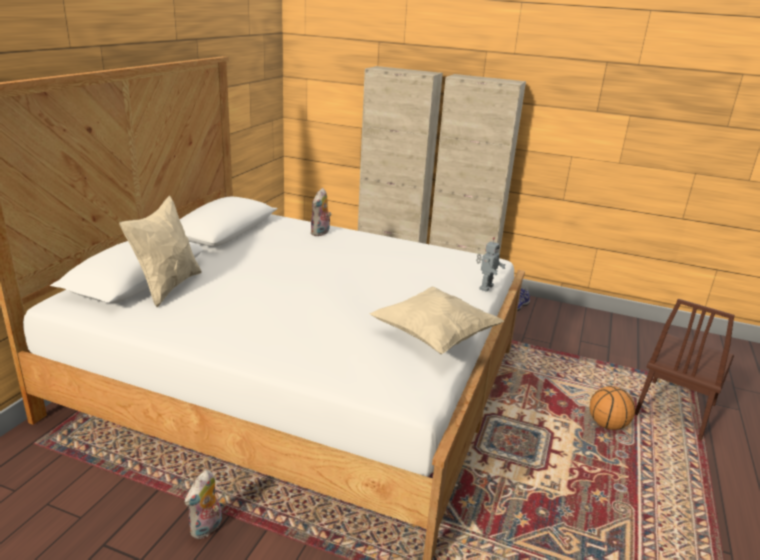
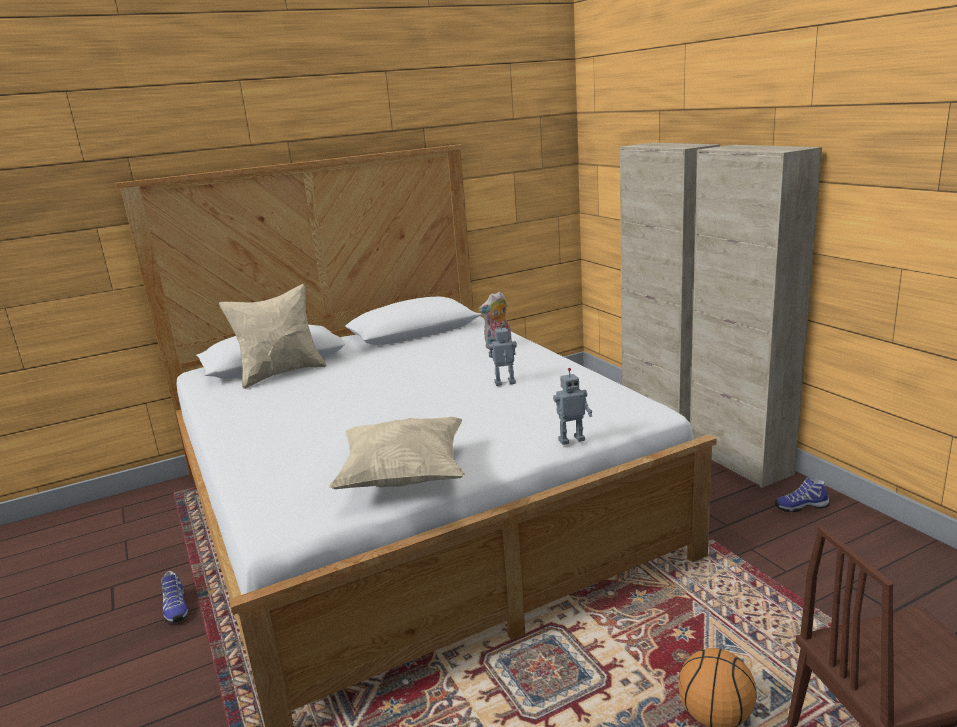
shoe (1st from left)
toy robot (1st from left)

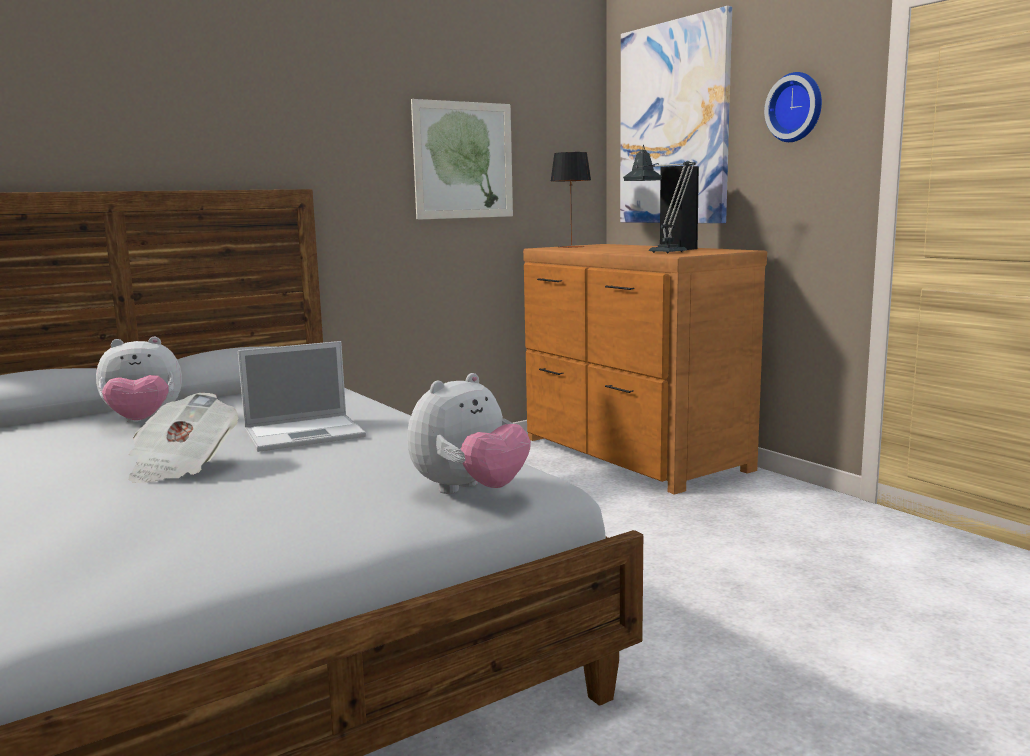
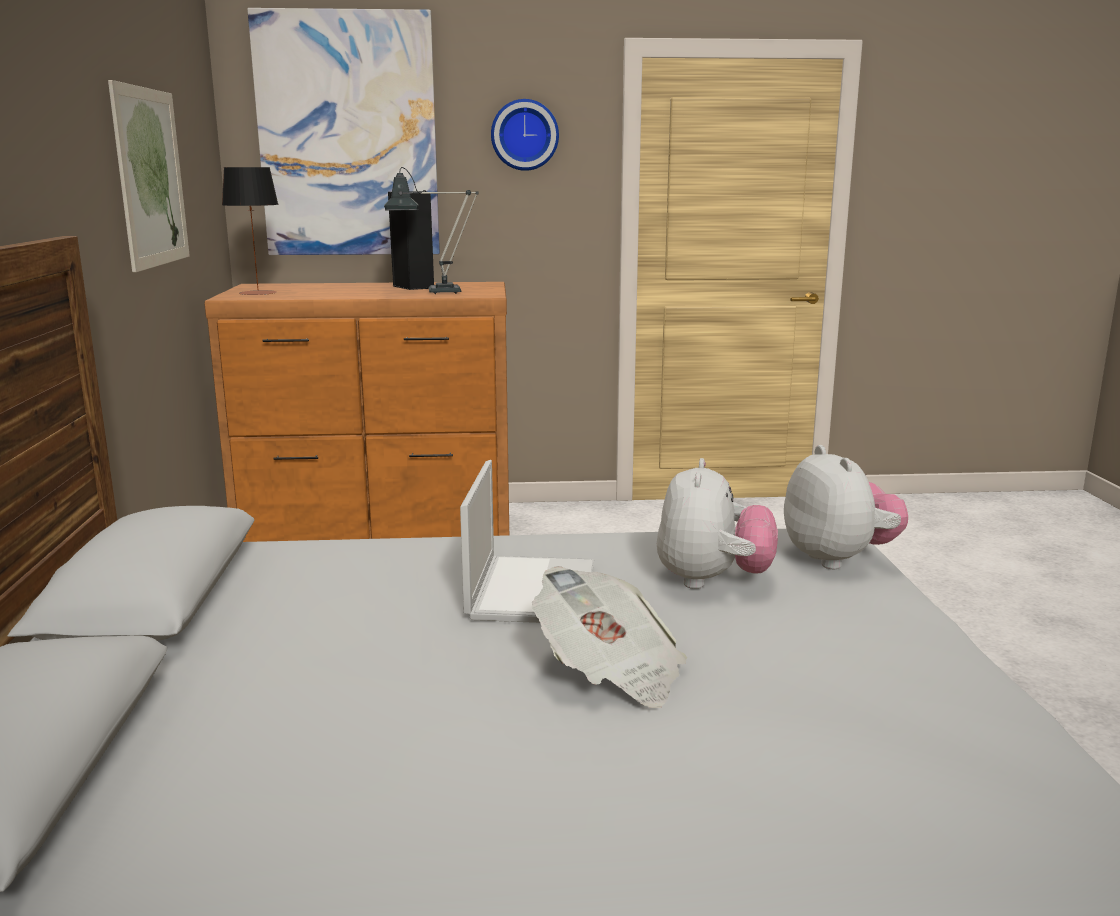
plush toy (1st from left)

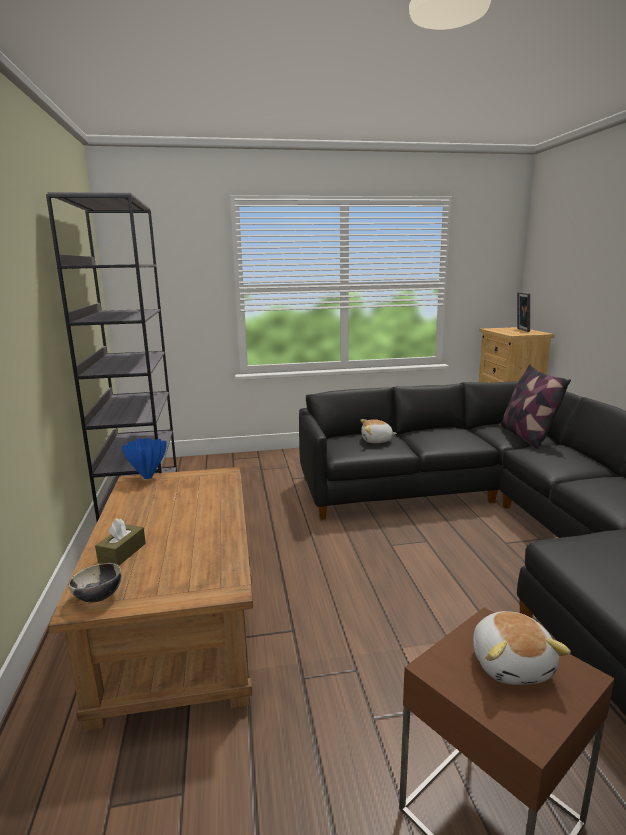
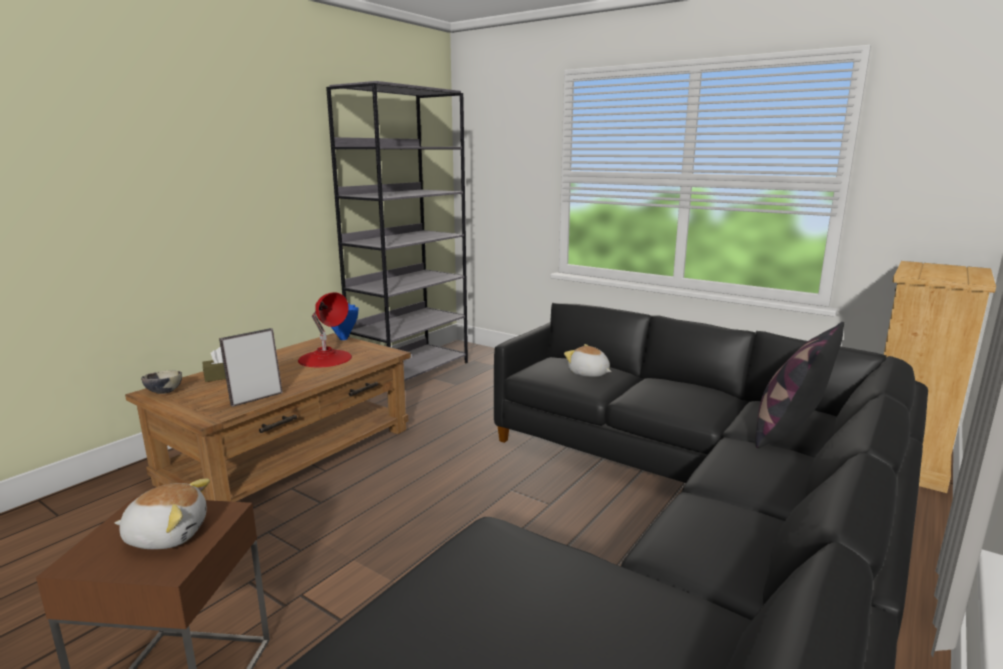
plush toy (1st from left)
picture frame
table lamp (red)

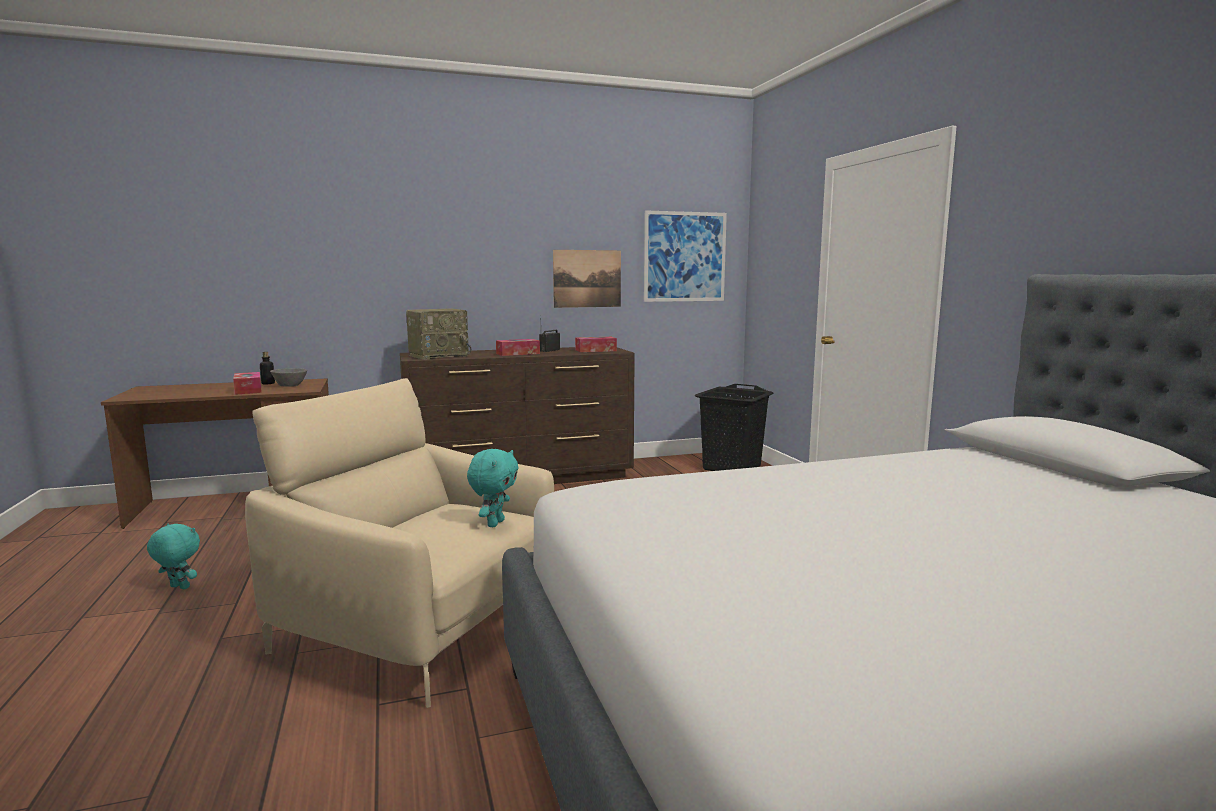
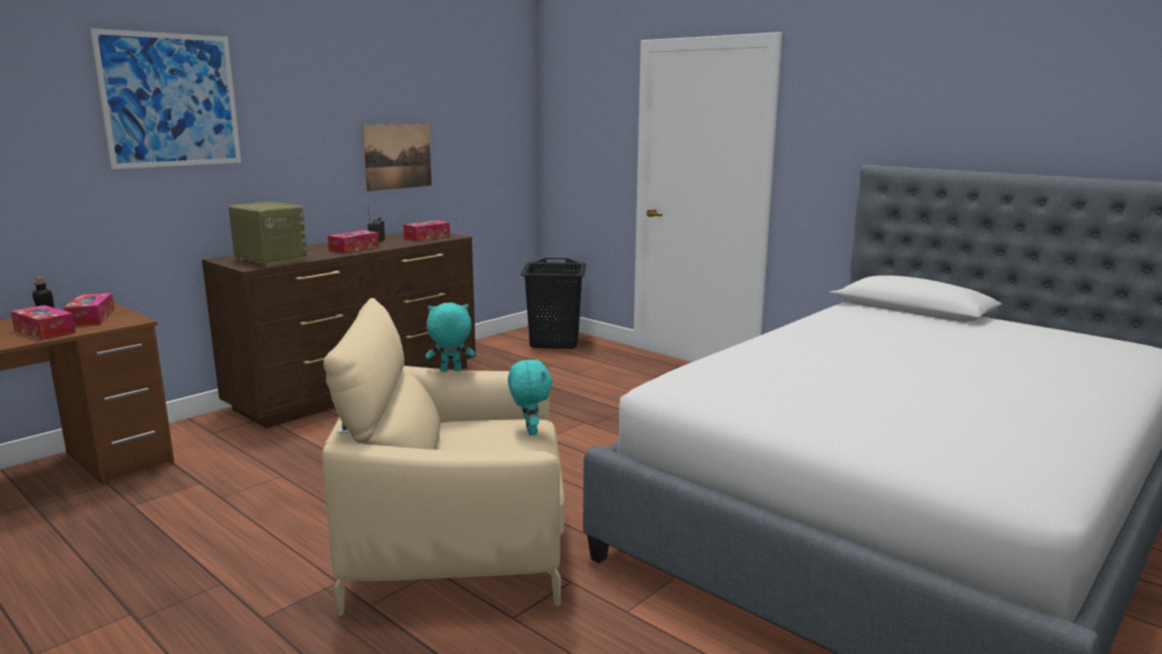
plush toy (turquoise) (1st from left)
tissue box (2nd from left)
radio (1st from left)
picture (1st from left)

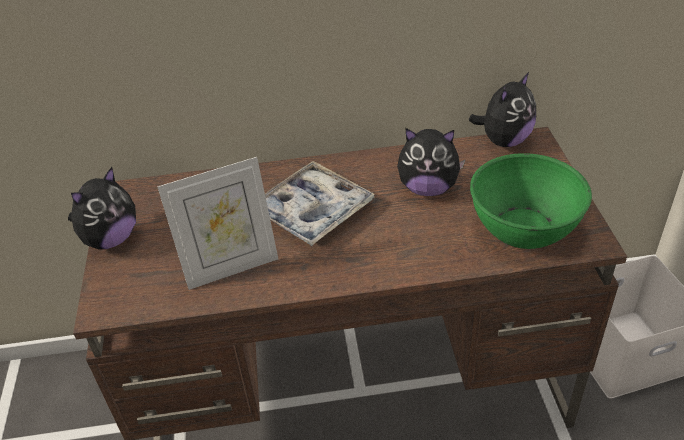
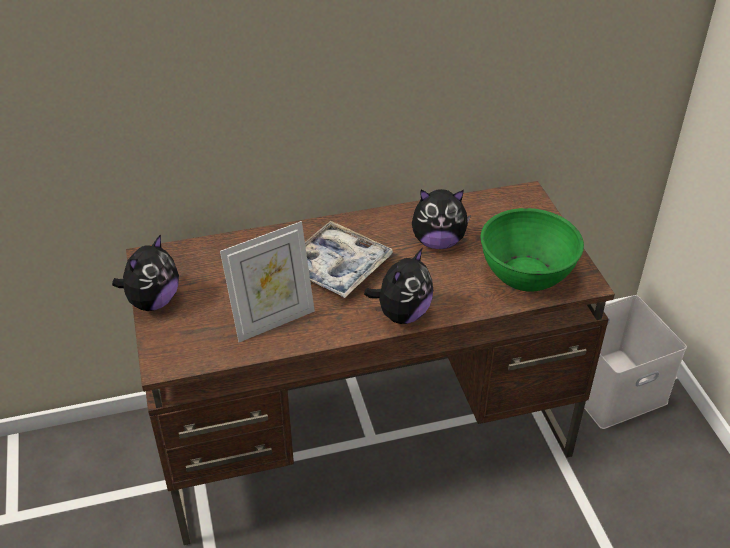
plush toy (2nd from left)

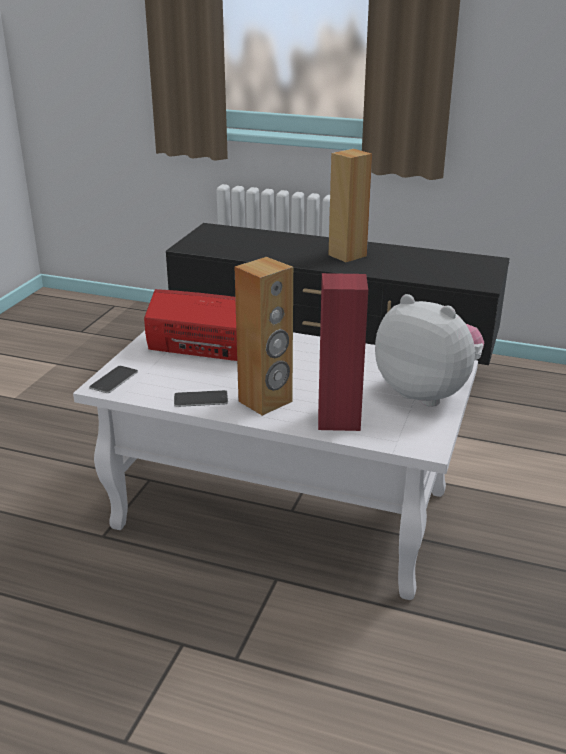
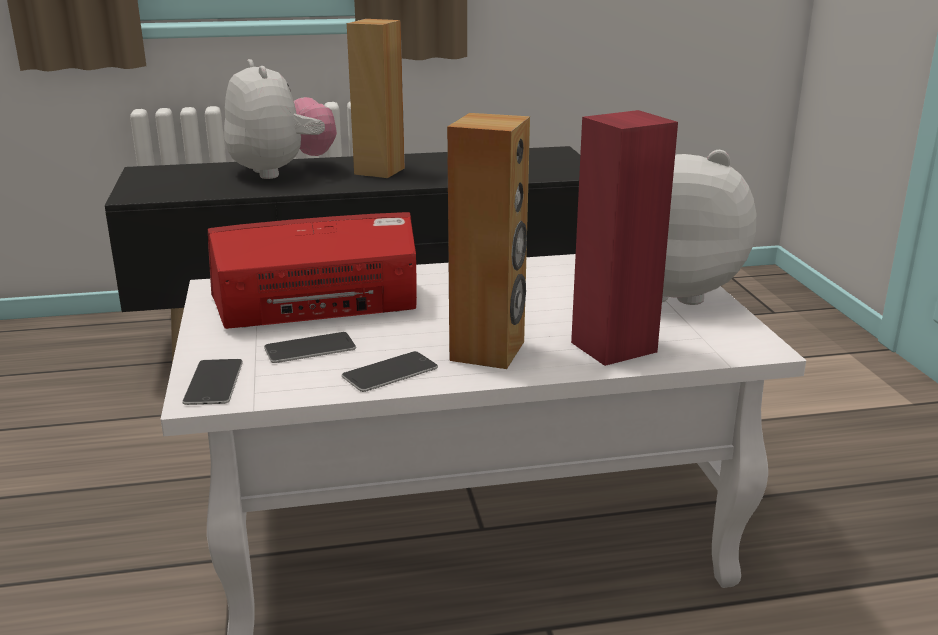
plush toy (1st from left)
phone (2nd from left)

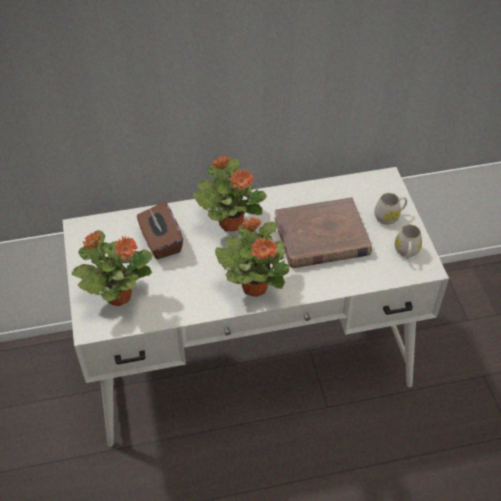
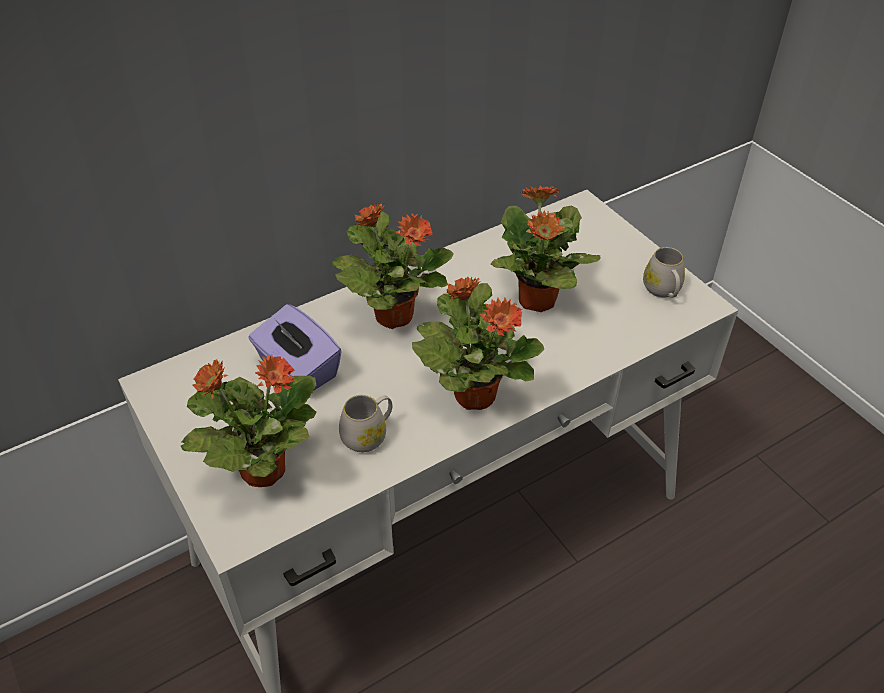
tissue box (purple)
potted plant (4th from left)
mug (white) (1st from left)

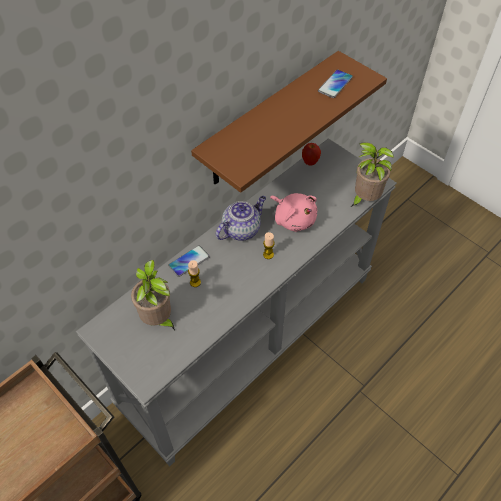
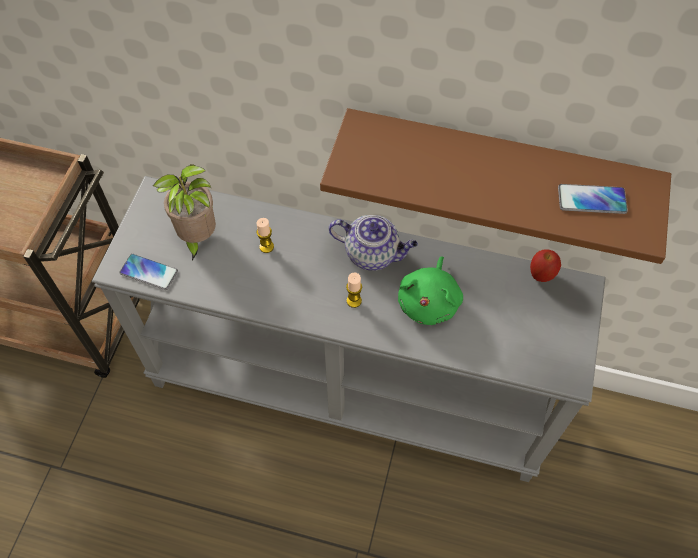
phone (1st from left)
plush toy (green)
potted plant (2nd from left in the first image)

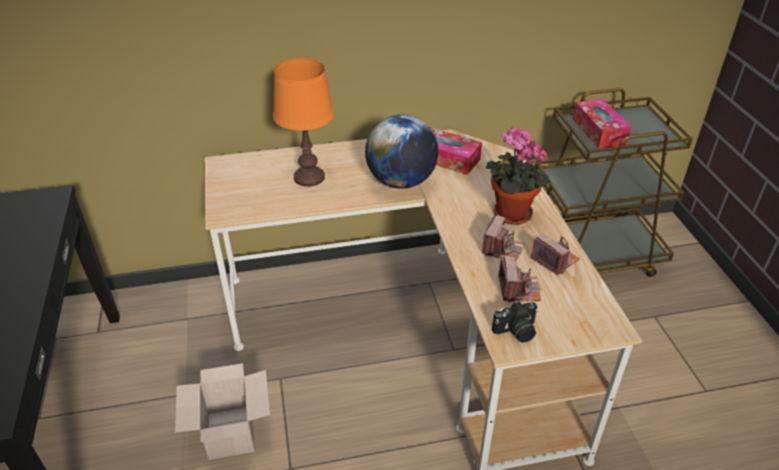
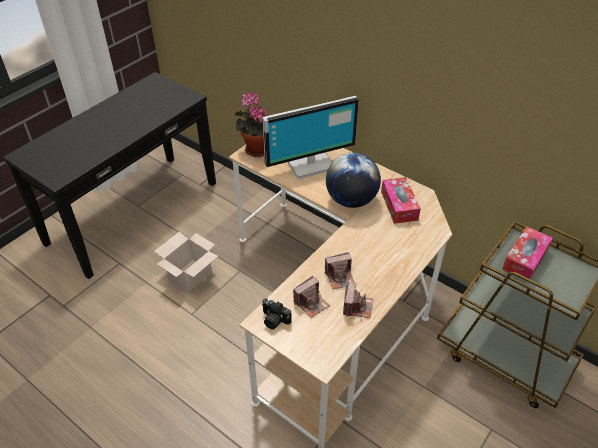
monitor
potted plant

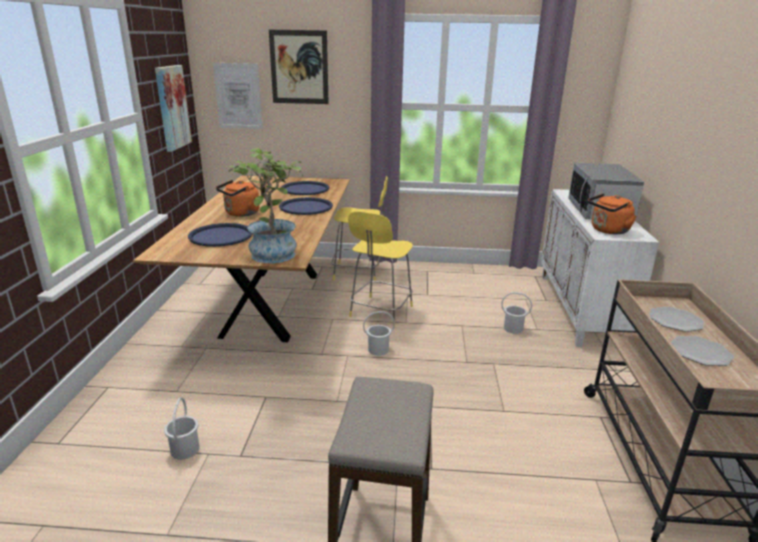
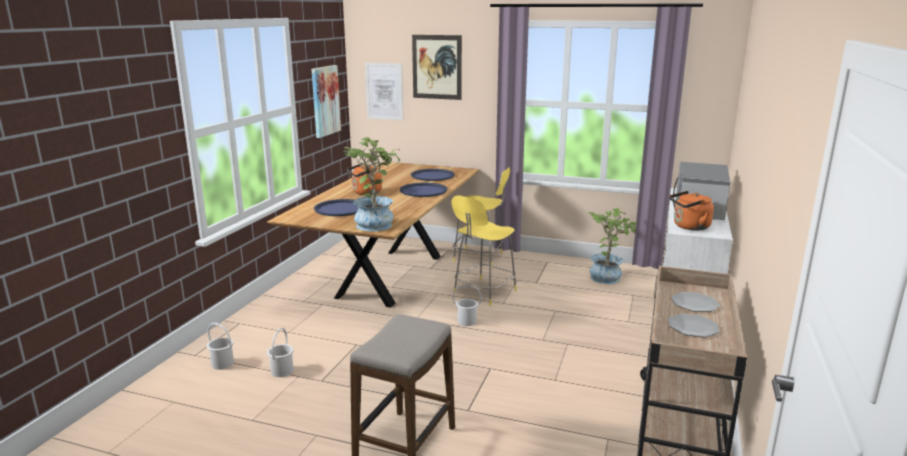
bucket (white) (1st from left)
potted plant (2nd from left)

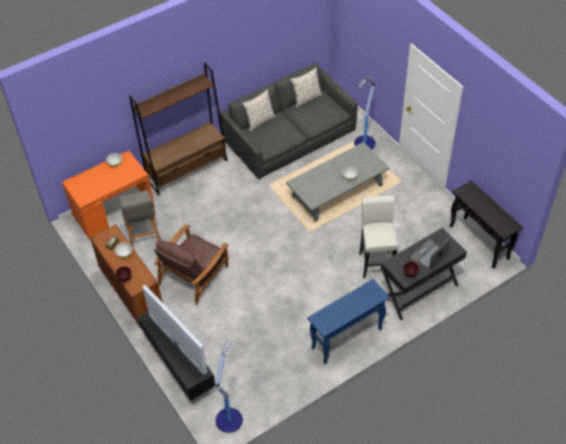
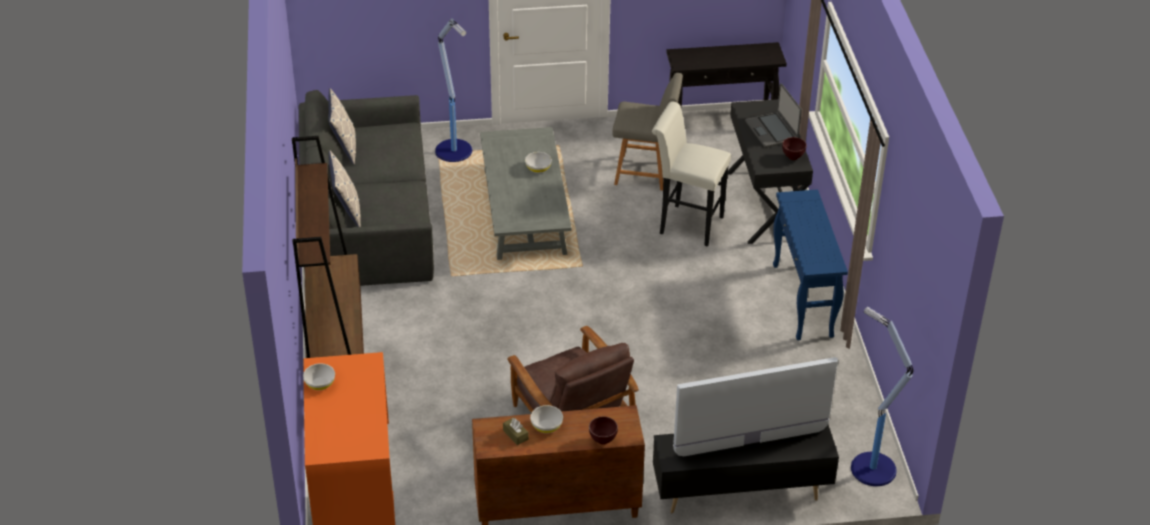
chair (grey)

